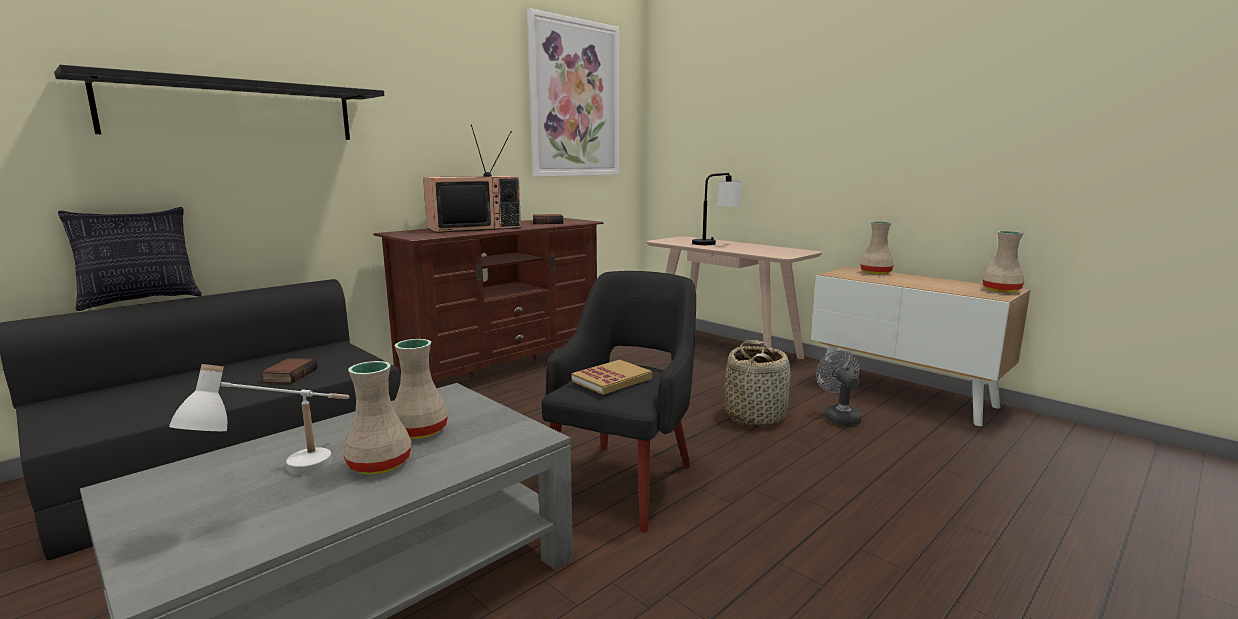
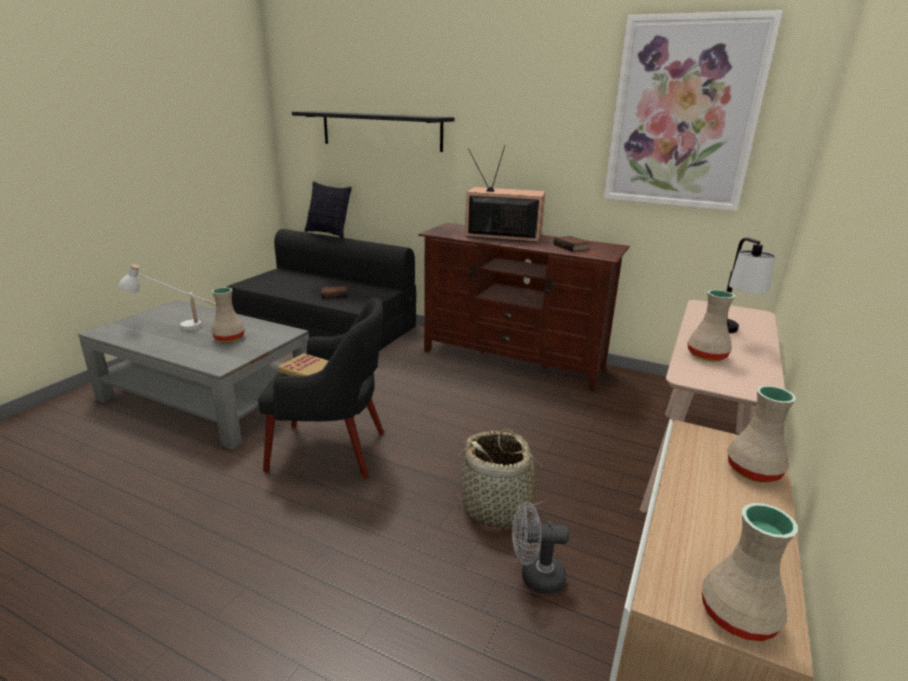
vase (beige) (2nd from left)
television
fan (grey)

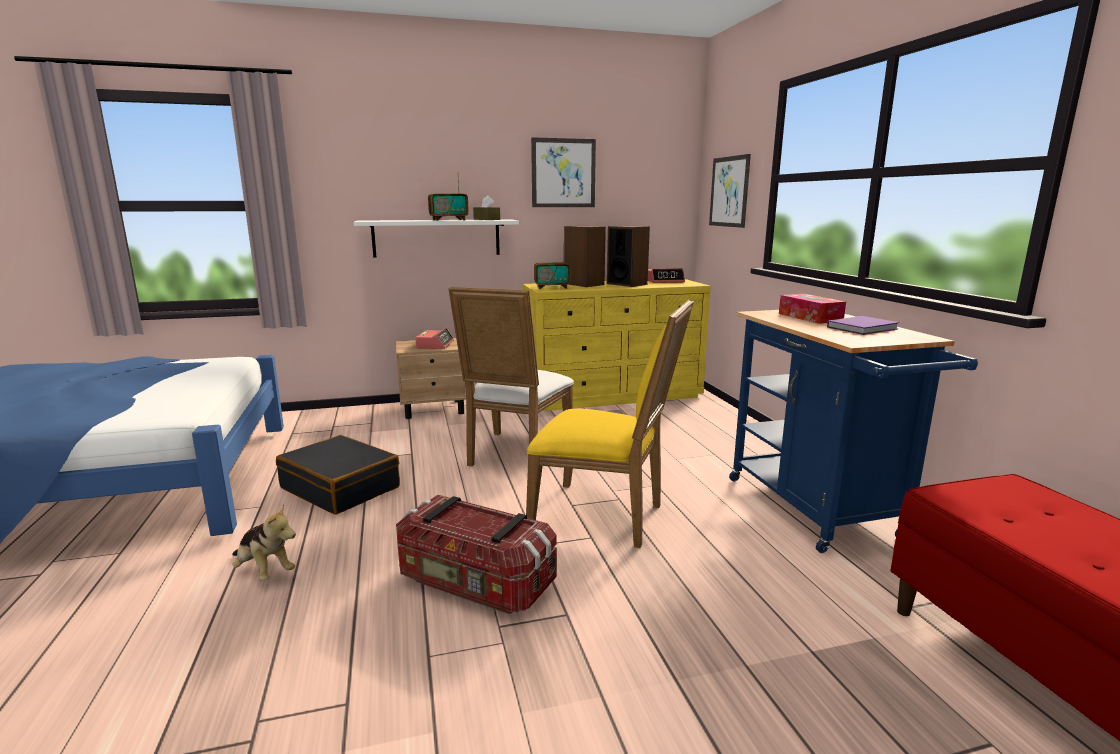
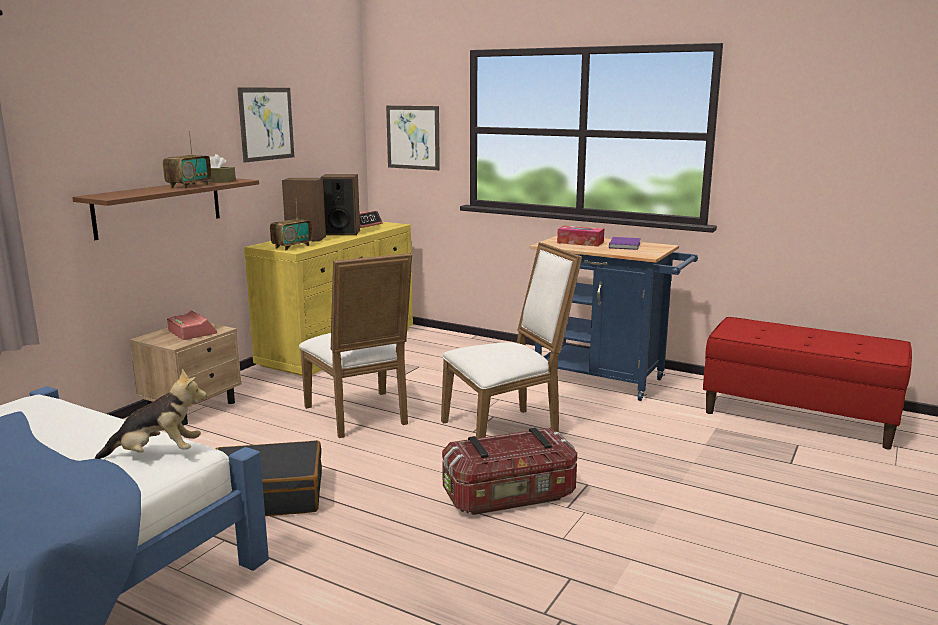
plush toy
shelf (brown)
chair (white) (2nd from left)

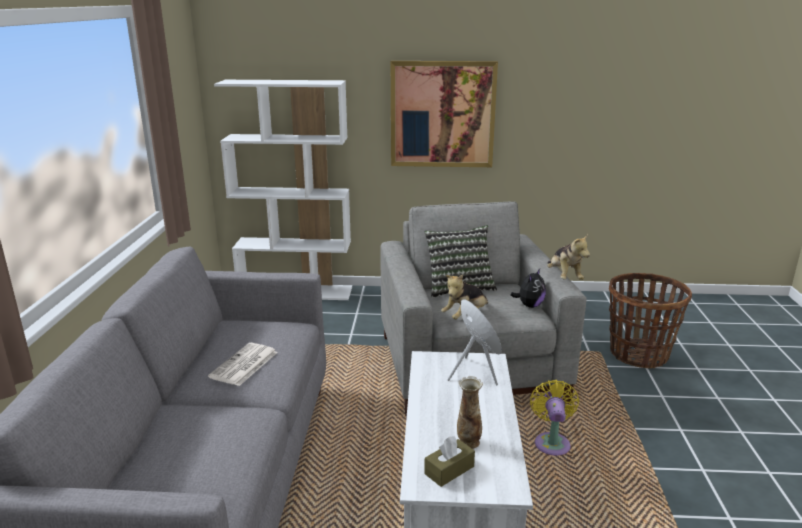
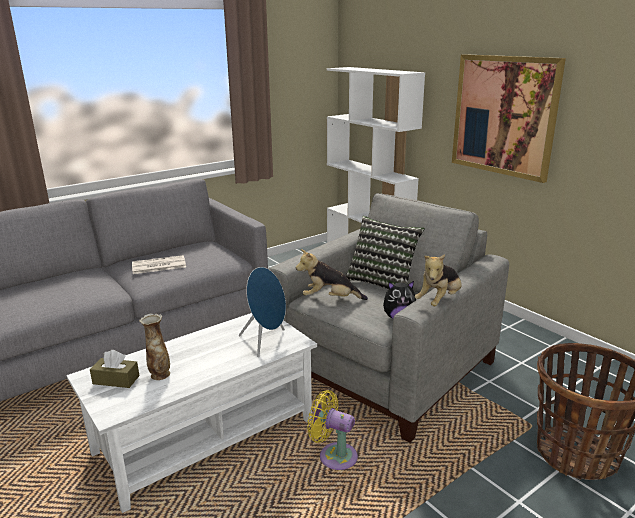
fan (yellow)

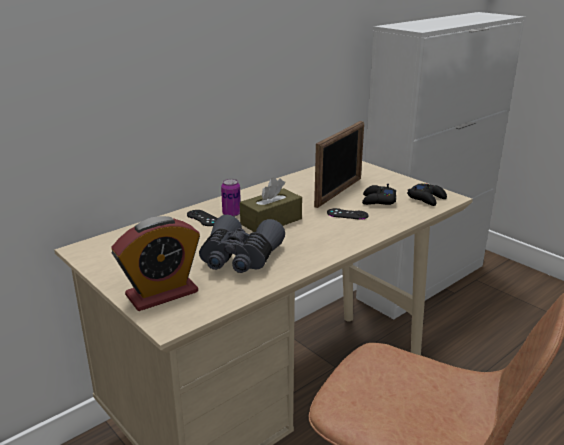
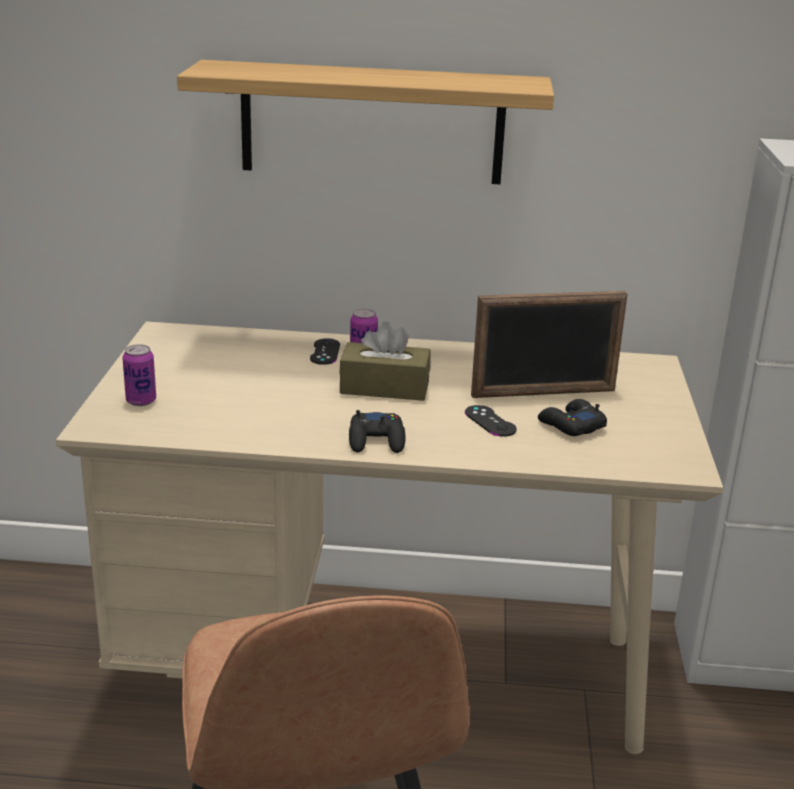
can (1st from left)
binoculars (grey)
game controller (black) (2nd from left)
shelf

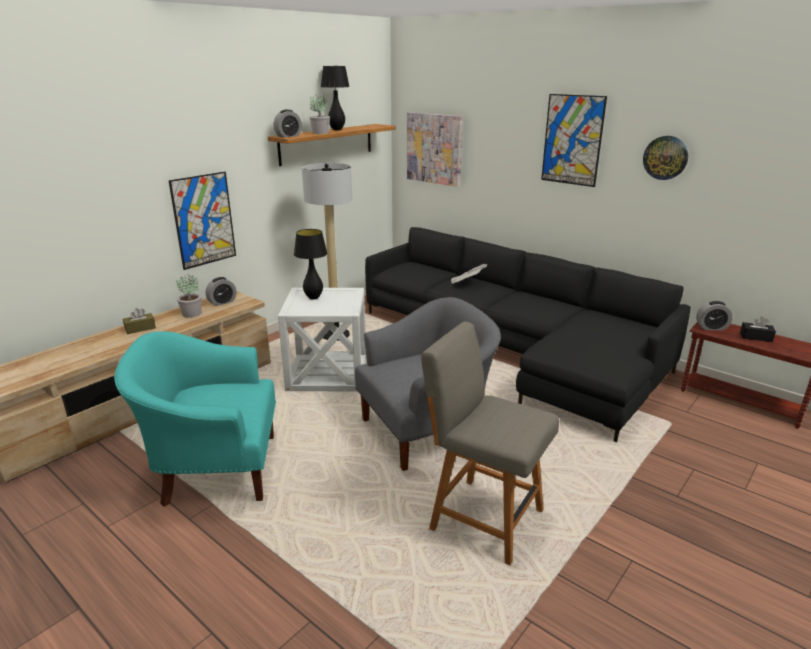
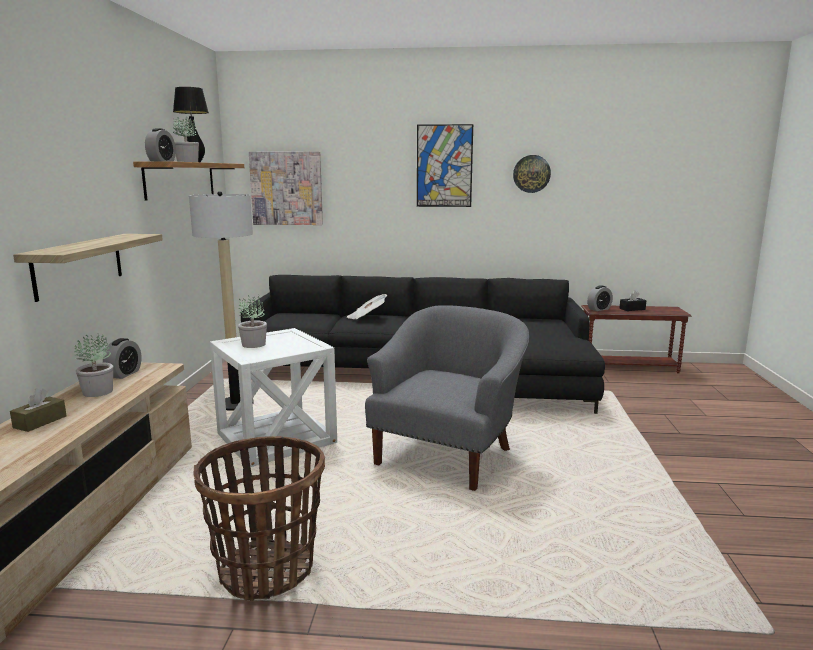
basket
shelf (1st from left)
potted plant (3rd from left)
chair (grey)

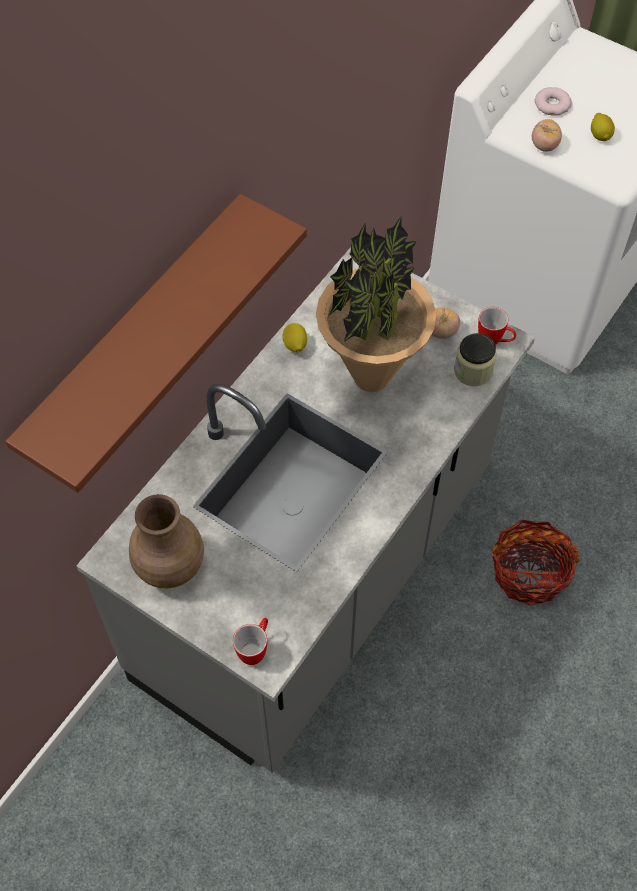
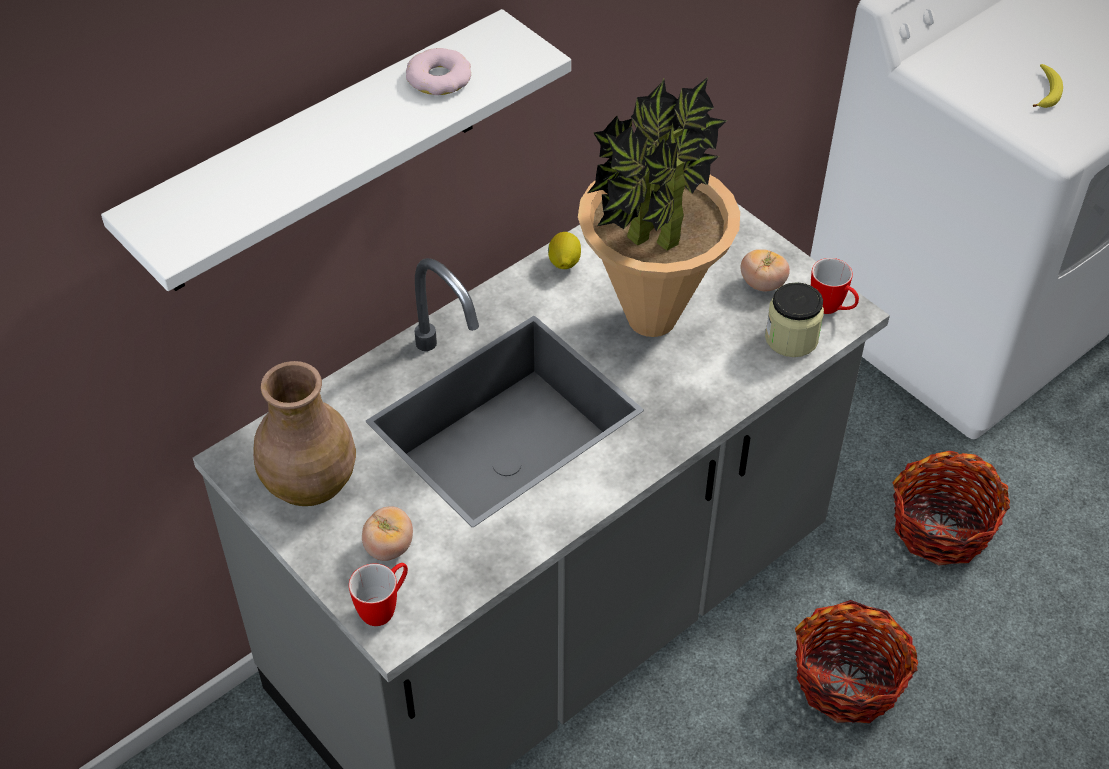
shelf (white)
tomato (1st from left)
donut
banana
basket (2nd from left)

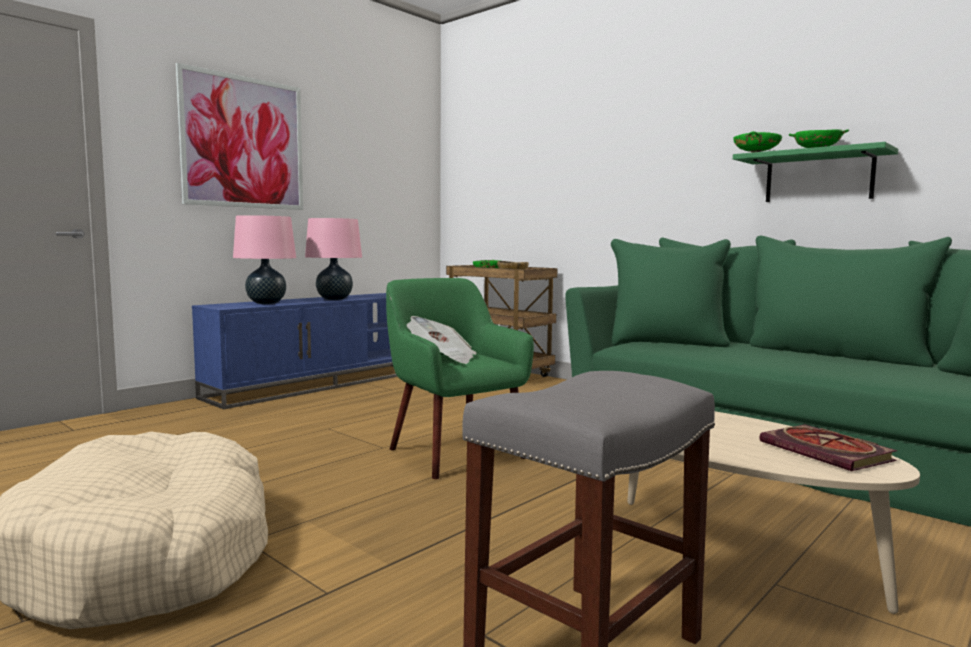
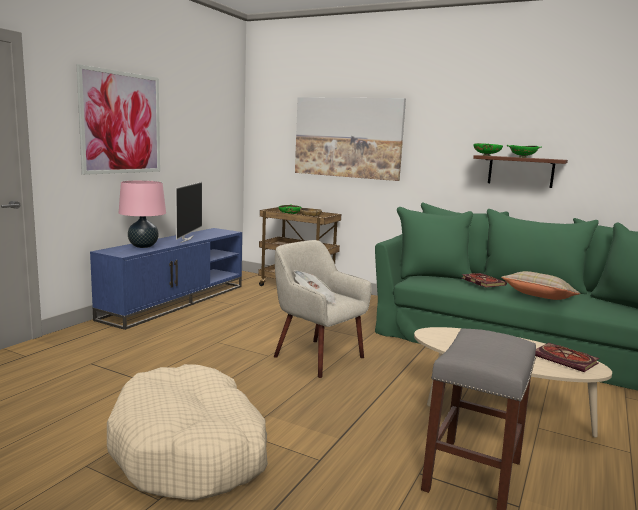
television
armchair (beige)
shelf (brown)
picture (2nd from left)
book (1st from left)
pillow (beige)

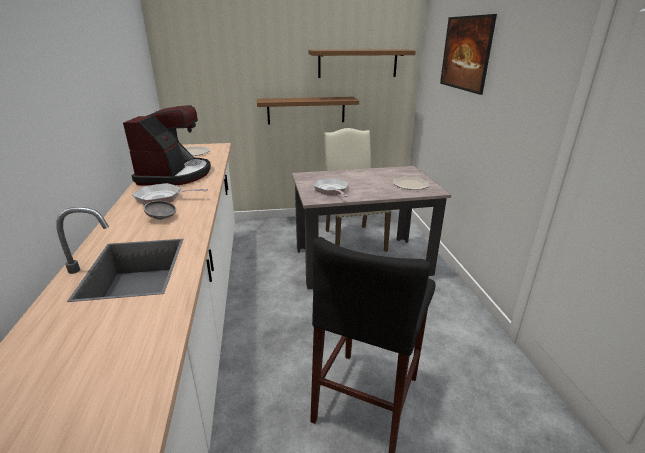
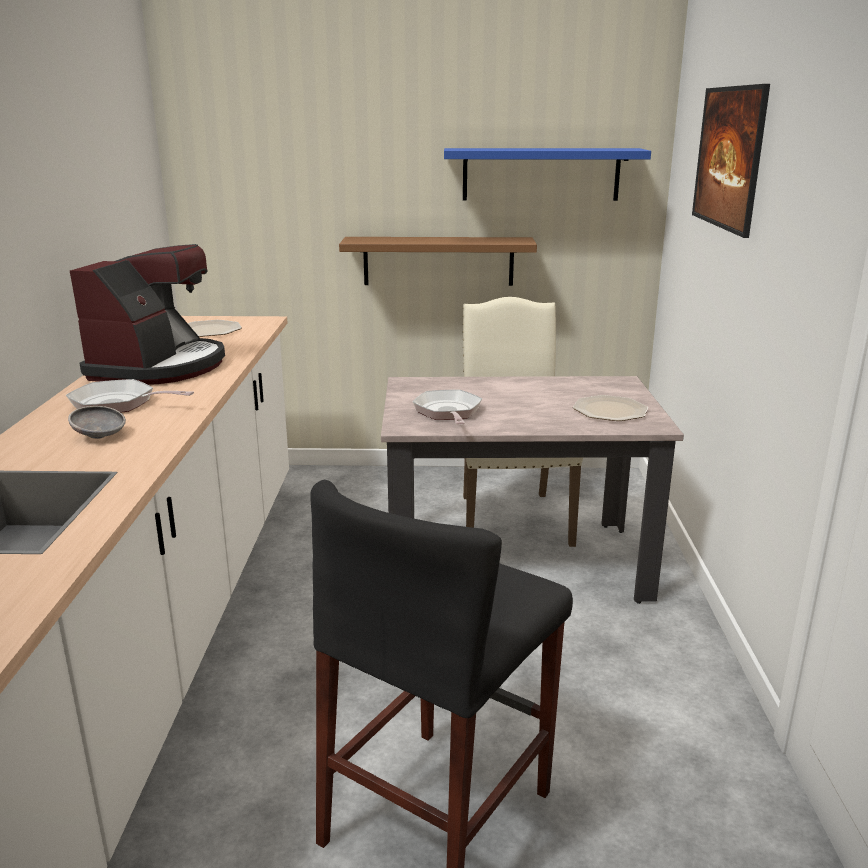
shelf (blue)

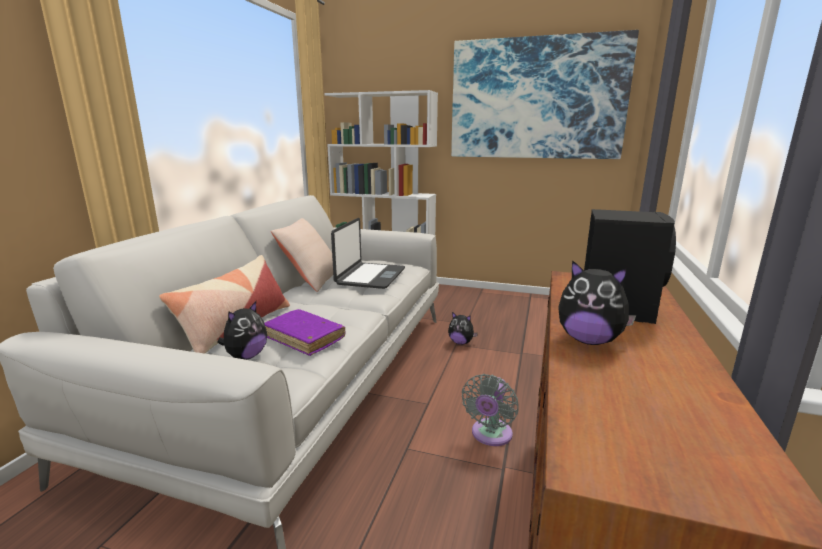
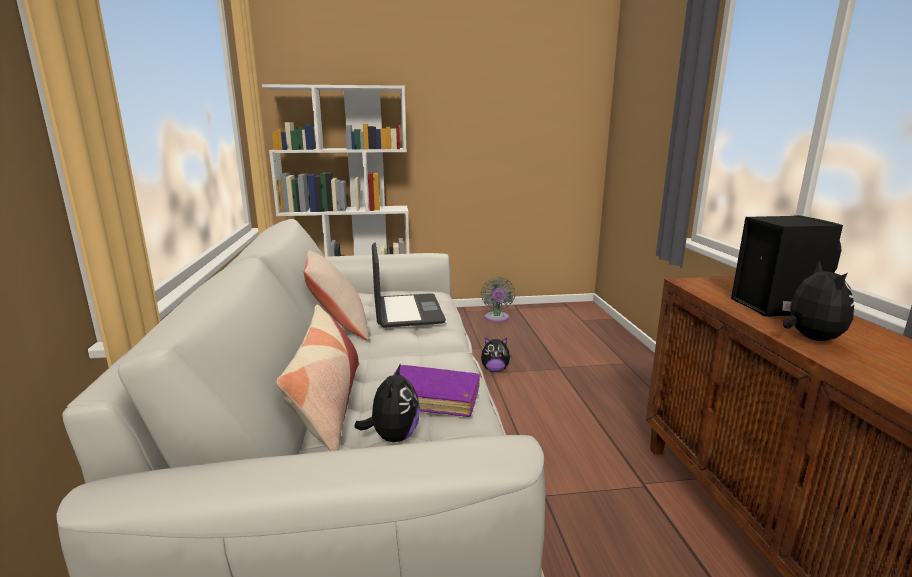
picture
fan (grey)
plush toy (3rd from left)

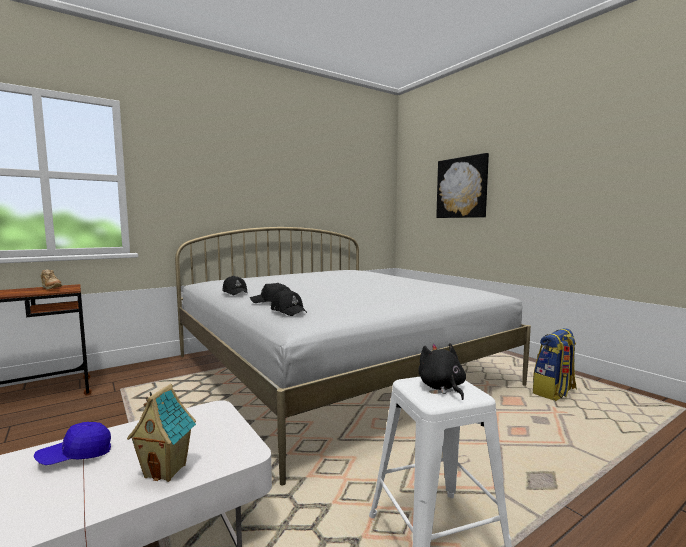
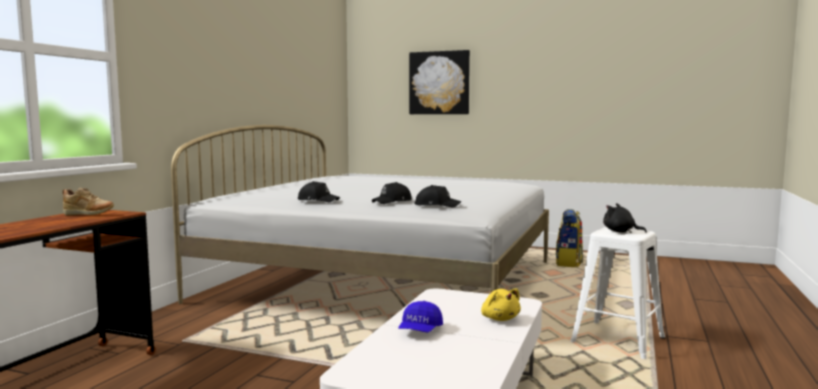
plush toy (yellow)

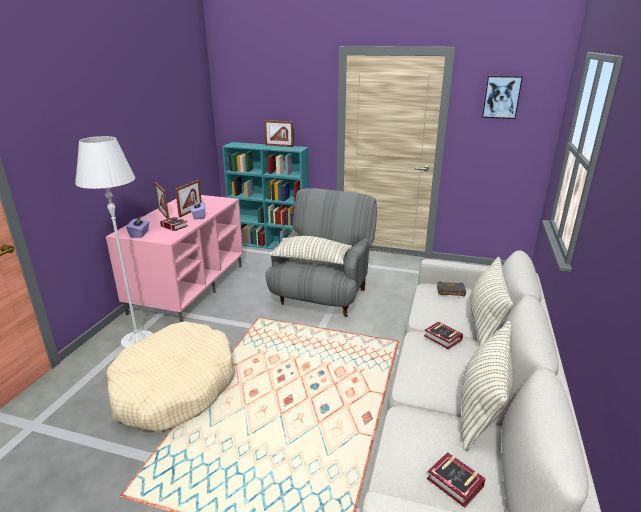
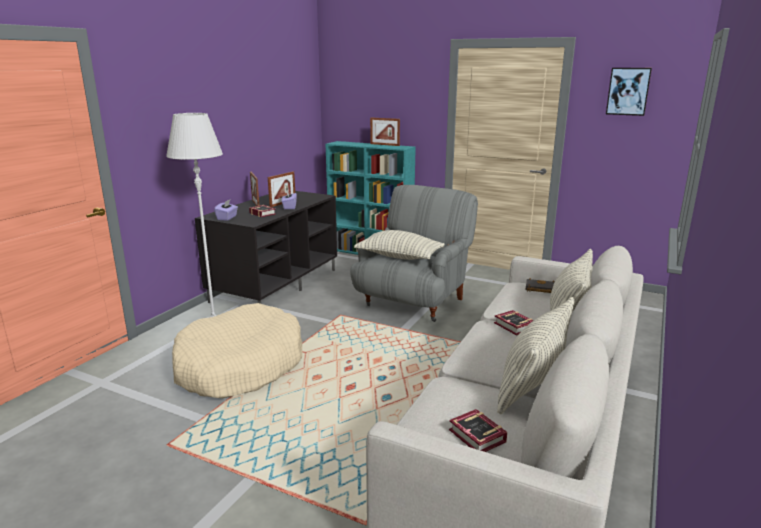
tv stand (black)

